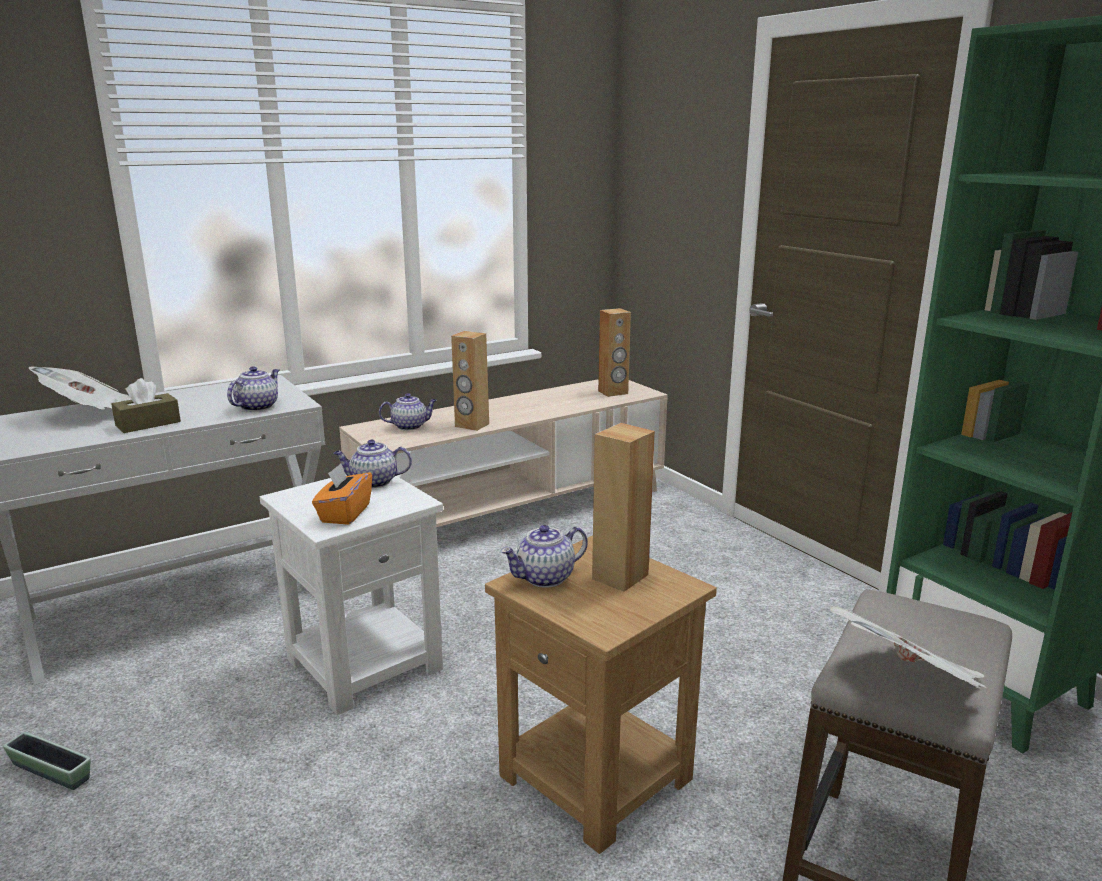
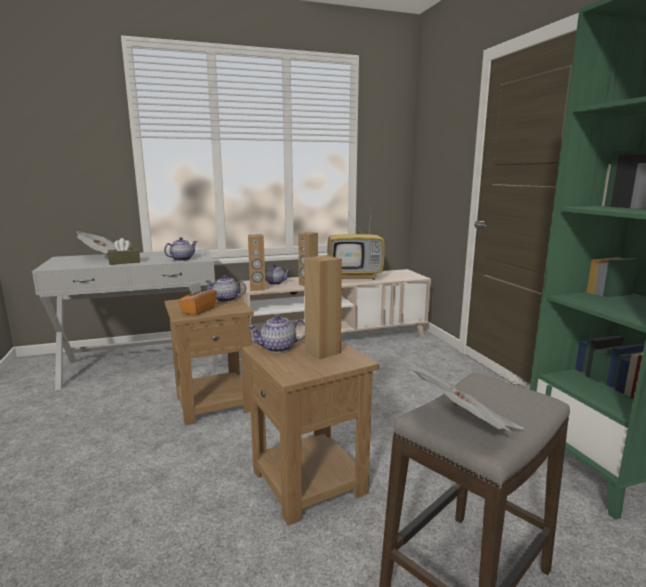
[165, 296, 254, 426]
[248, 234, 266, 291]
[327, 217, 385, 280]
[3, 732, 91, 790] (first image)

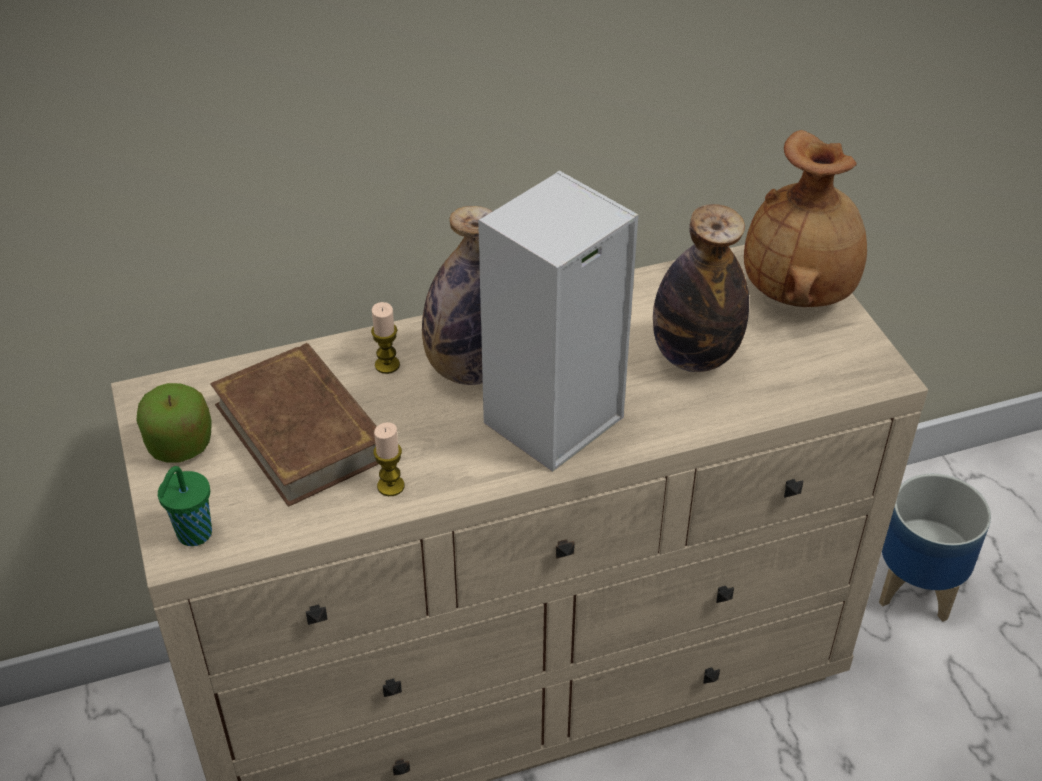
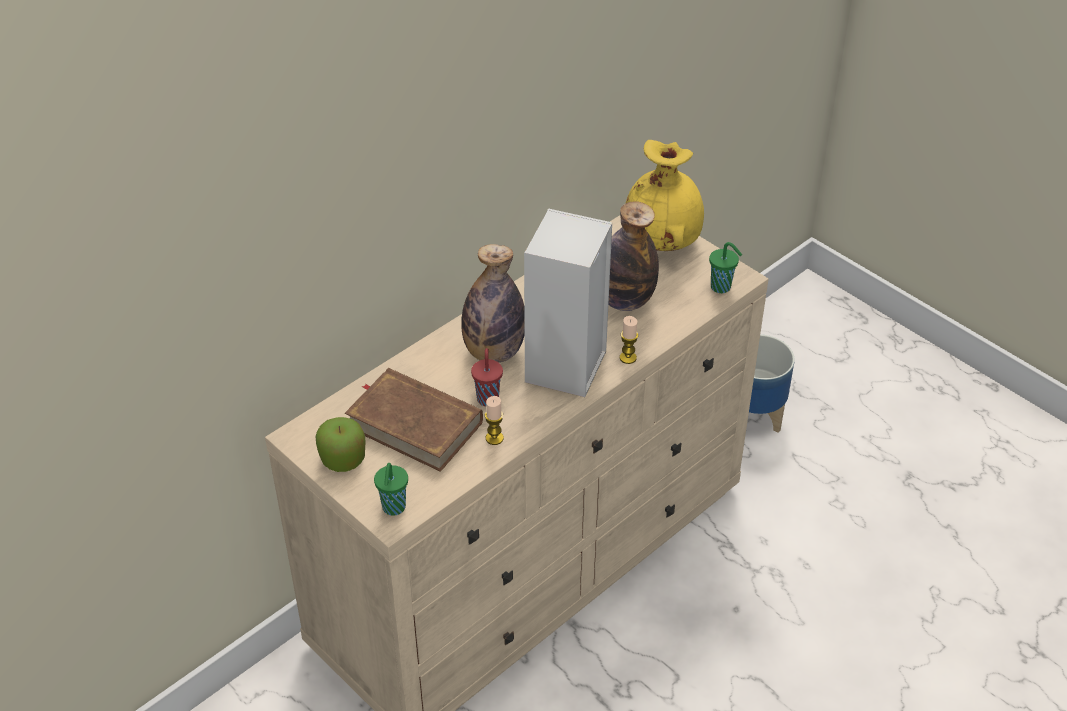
[471, 348, 503, 406]
[620, 316, 638, 364]
[625, 140, 704, 251]
[709, 242, 742, 293]

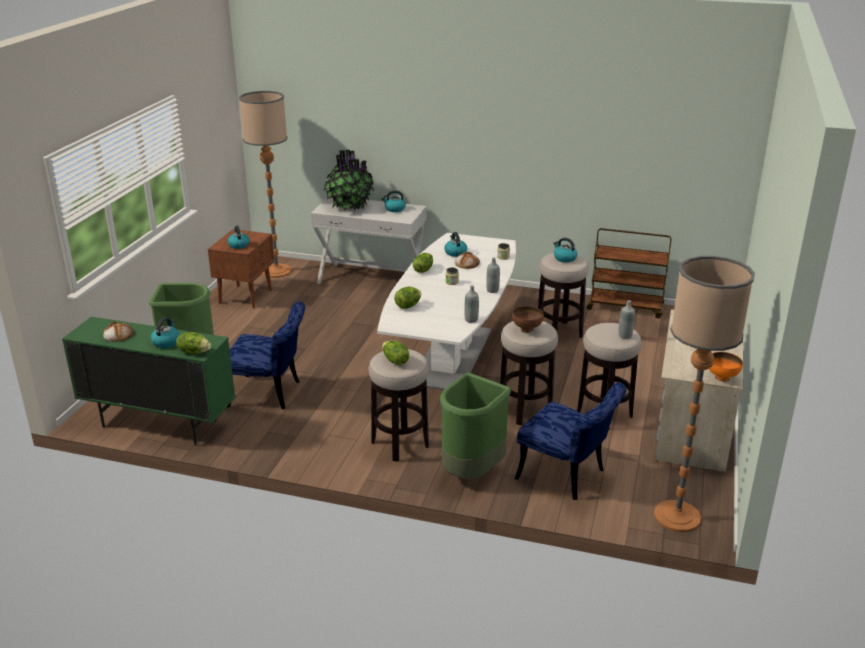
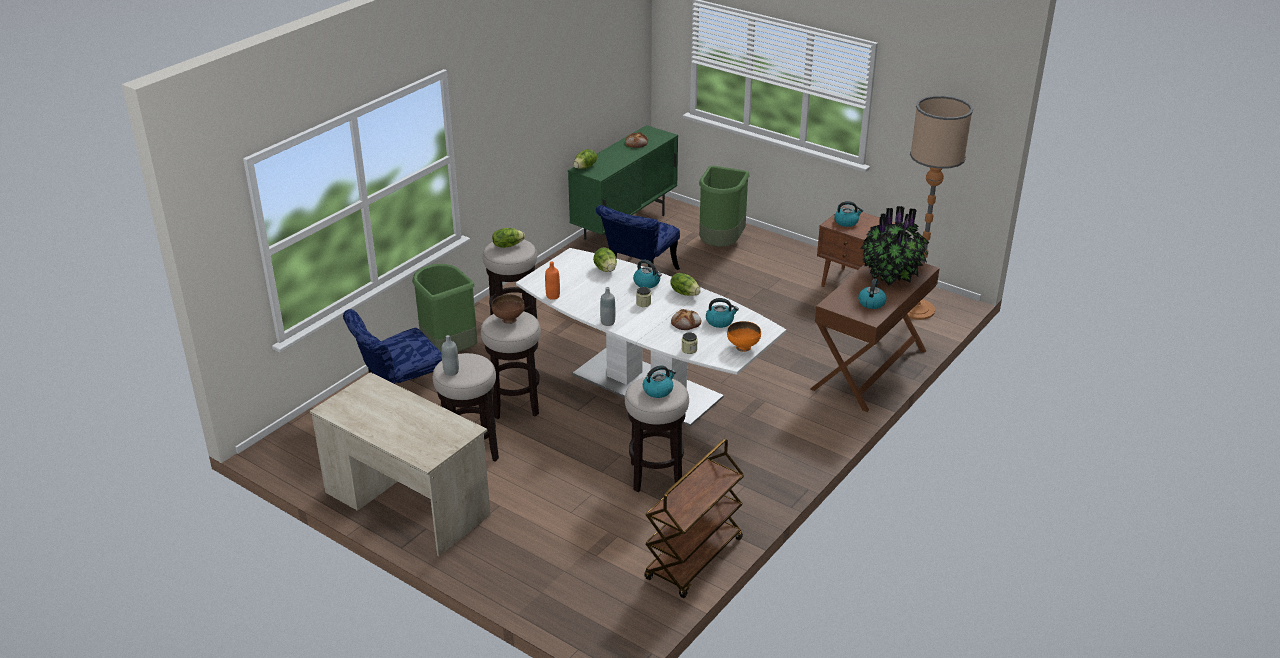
[545, 261, 560, 300]
[633, 260, 662, 288]
[727, 321, 761, 352]
[810, 262, 940, 412]
[654, 256, 755, 532] (first image)

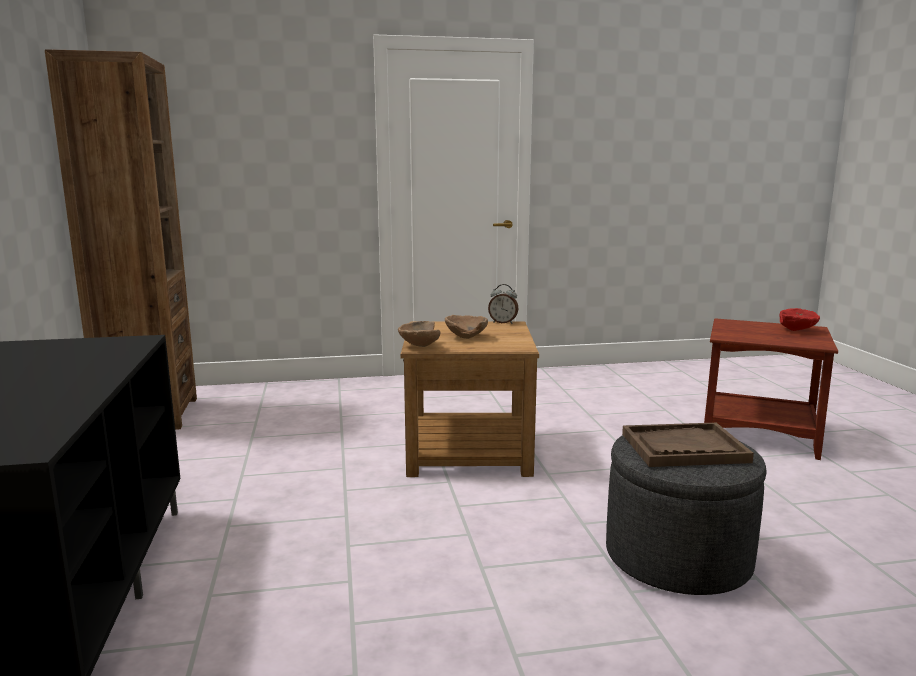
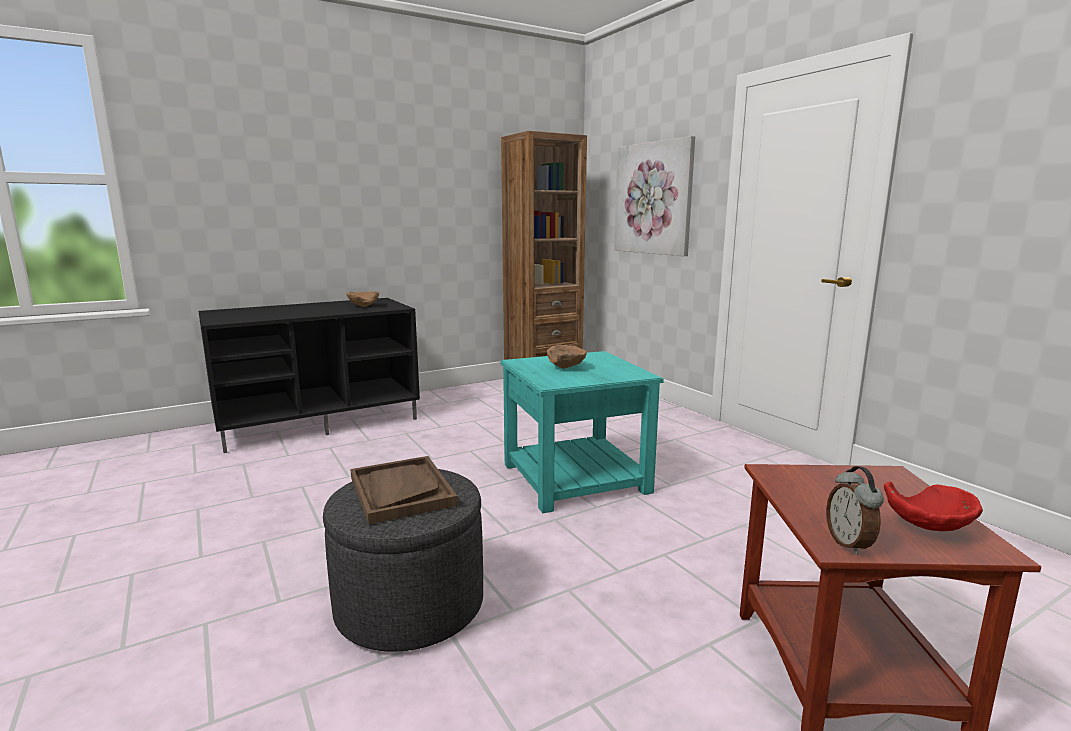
[347, 291, 379, 307]
[500, 351, 664, 513]
[614, 136, 695, 256]
[826, 466, 884, 555]

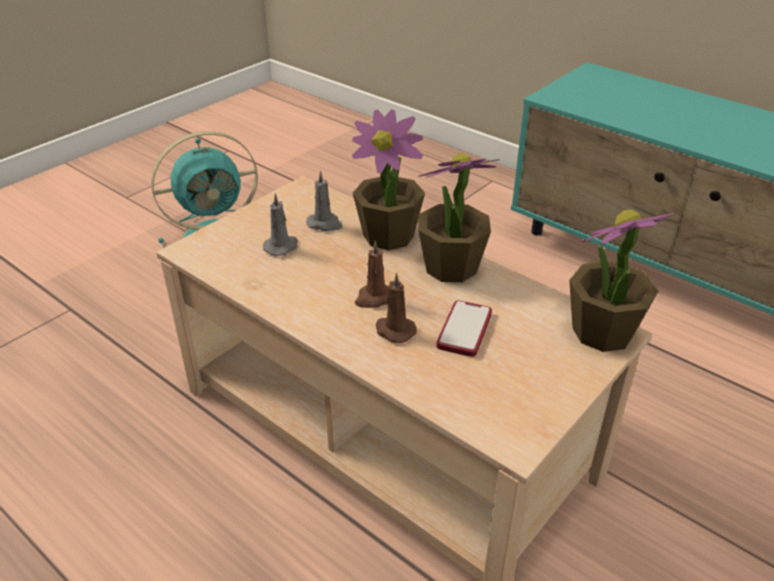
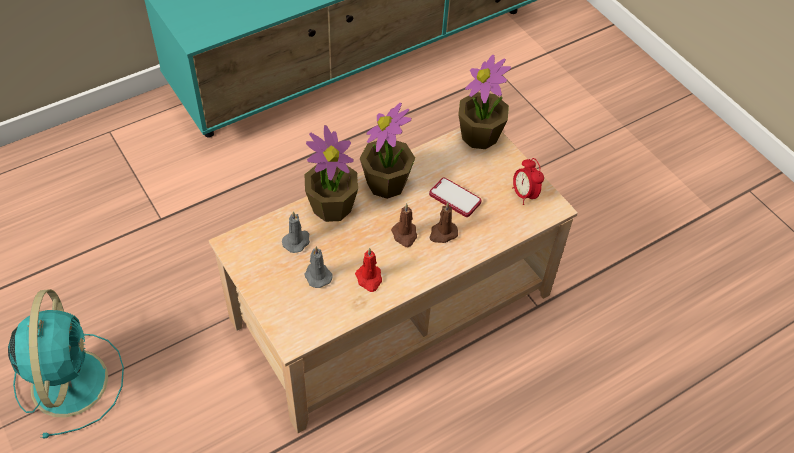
[355, 248, 382, 292]
[512, 158, 544, 205]

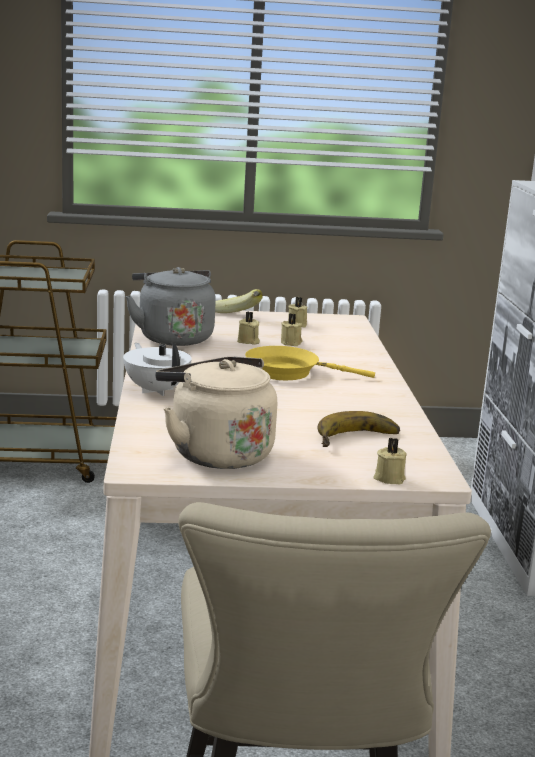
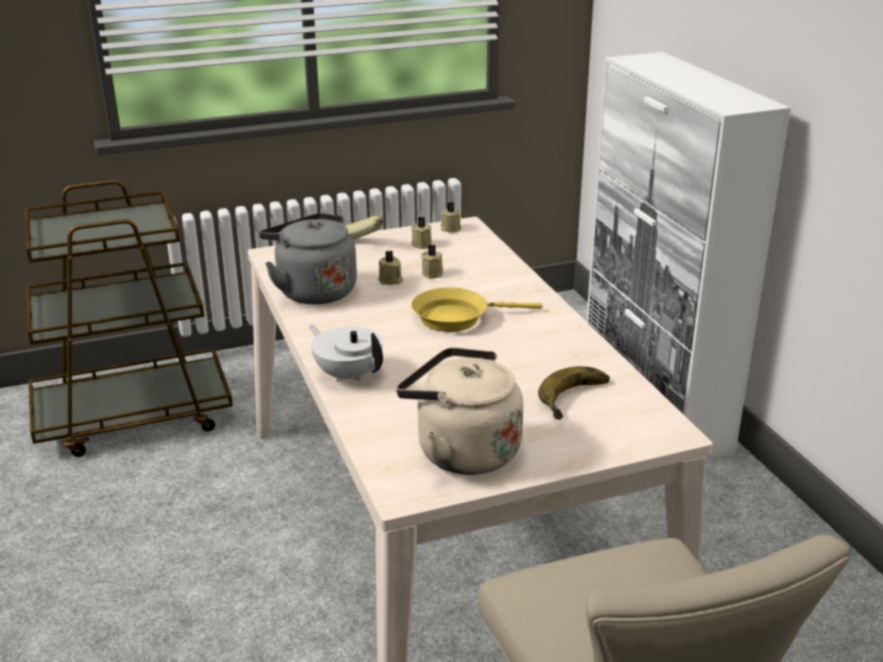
[441, 202, 461, 233]

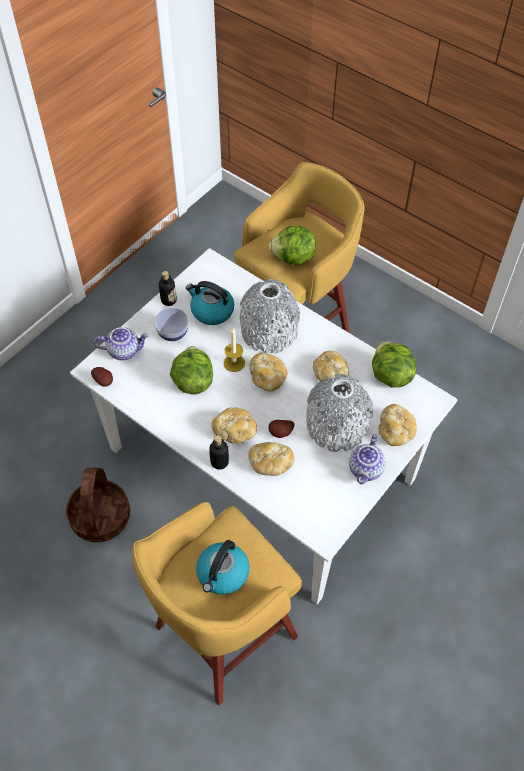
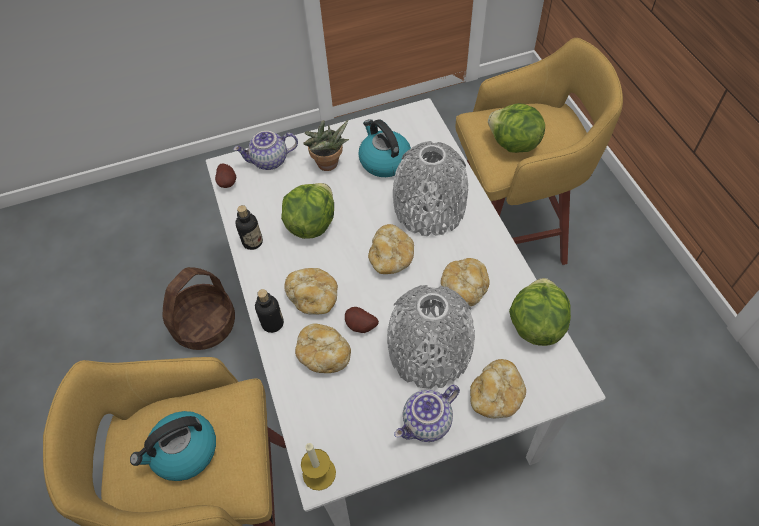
[233, 131, 298, 170]
[235, 205, 263, 250]
[301, 443, 336, 491]
[303, 120, 349, 171]

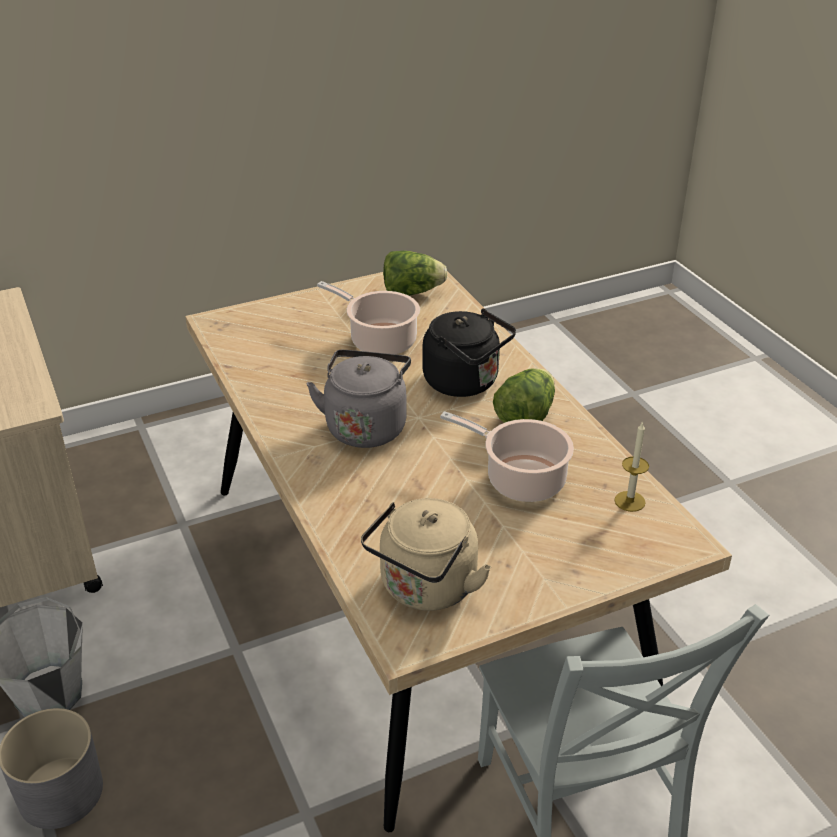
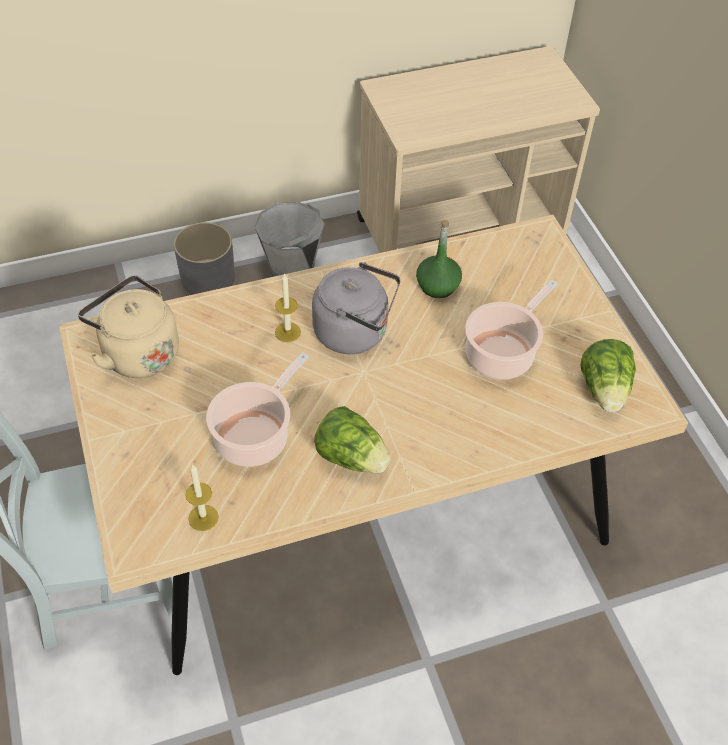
[275, 273, 301, 342]
[416, 220, 462, 298]
[422, 309, 516, 397] (first image)

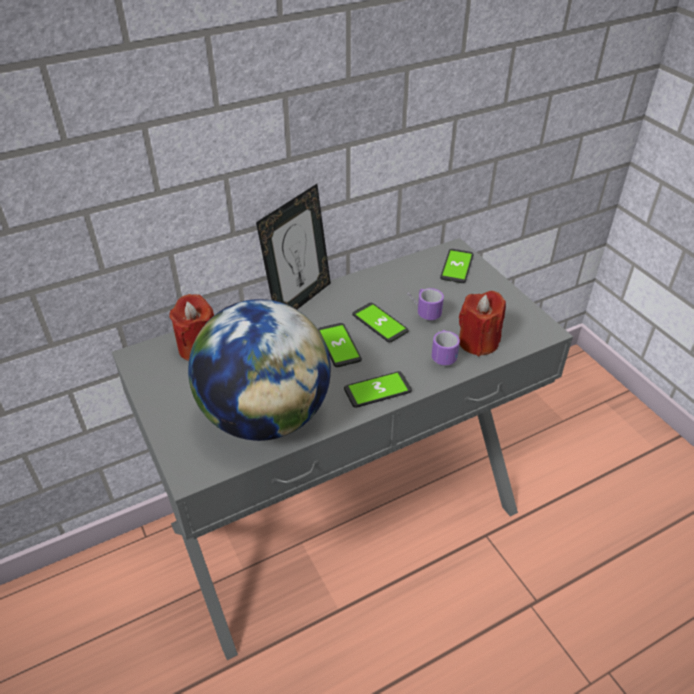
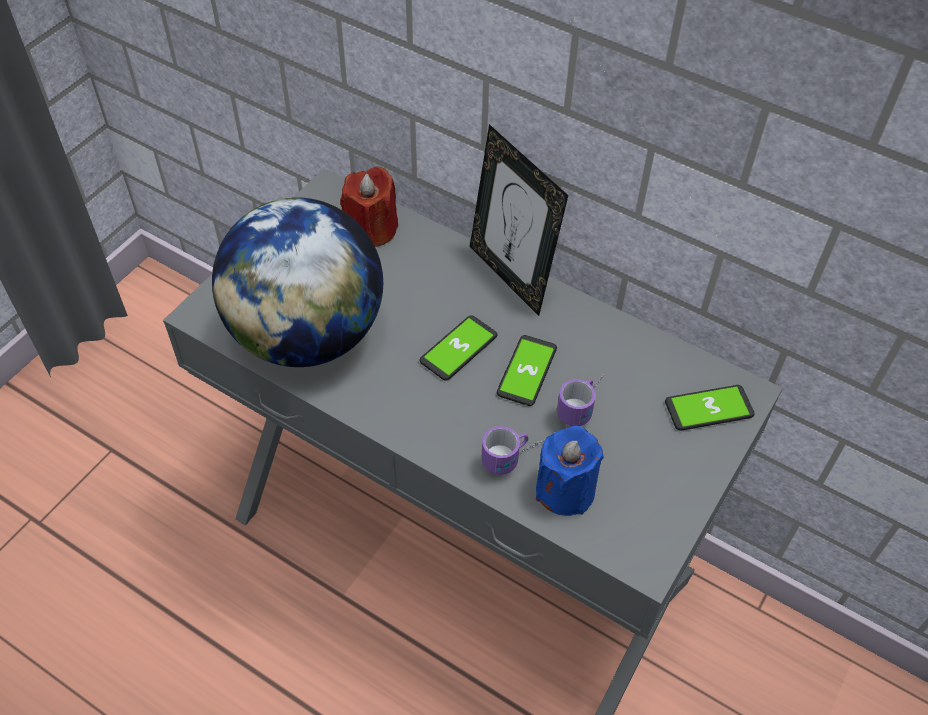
[470, 124, 568, 316]
[536, 425, 604, 516]
[344, 371, 412, 408] (first image)

